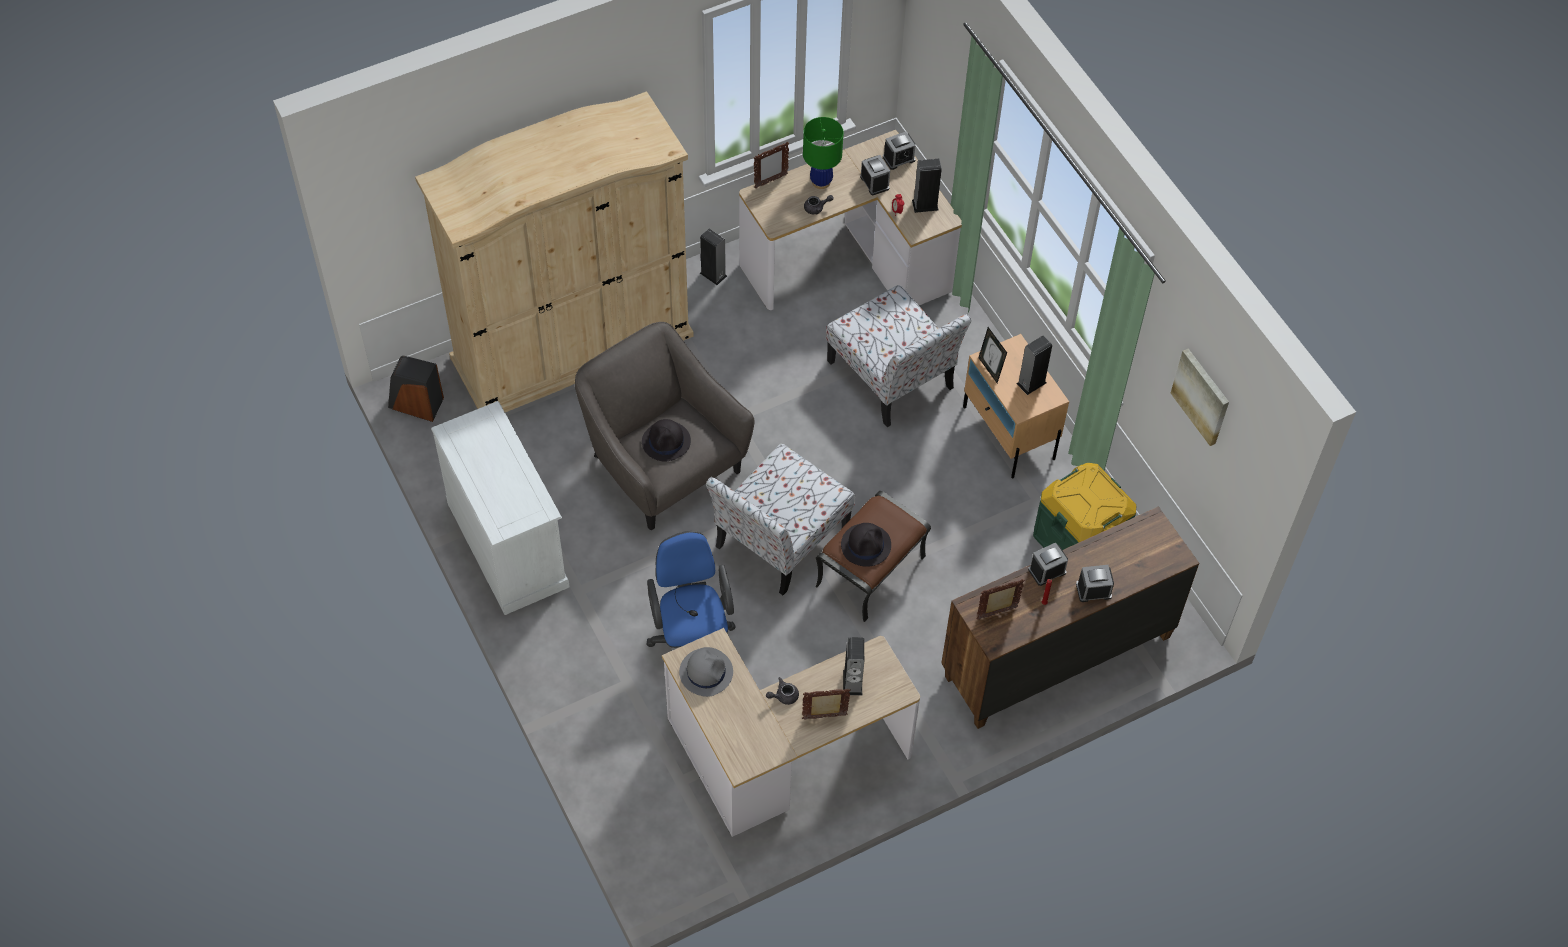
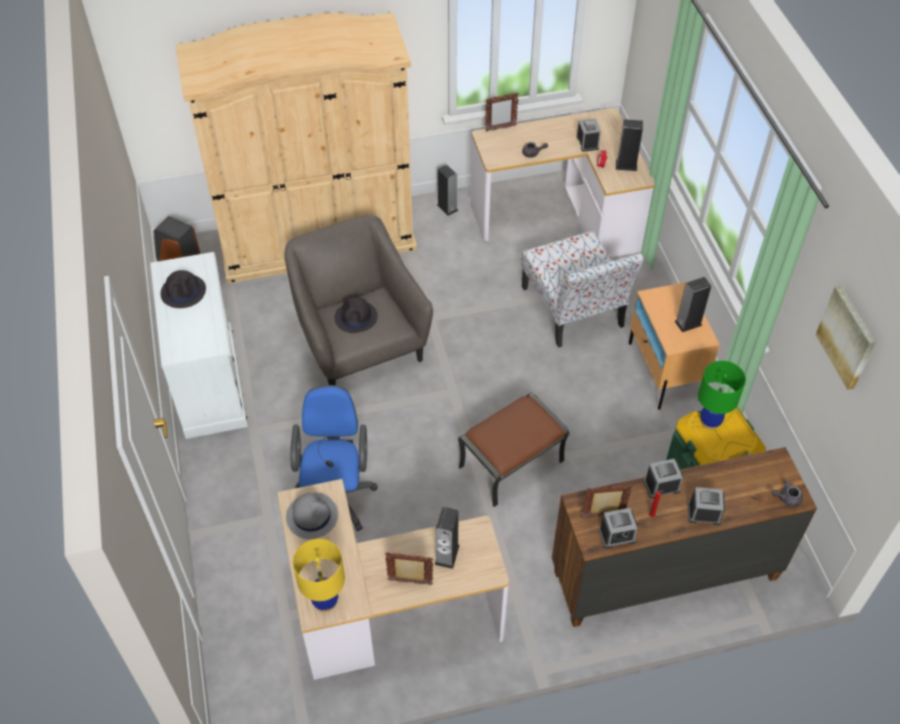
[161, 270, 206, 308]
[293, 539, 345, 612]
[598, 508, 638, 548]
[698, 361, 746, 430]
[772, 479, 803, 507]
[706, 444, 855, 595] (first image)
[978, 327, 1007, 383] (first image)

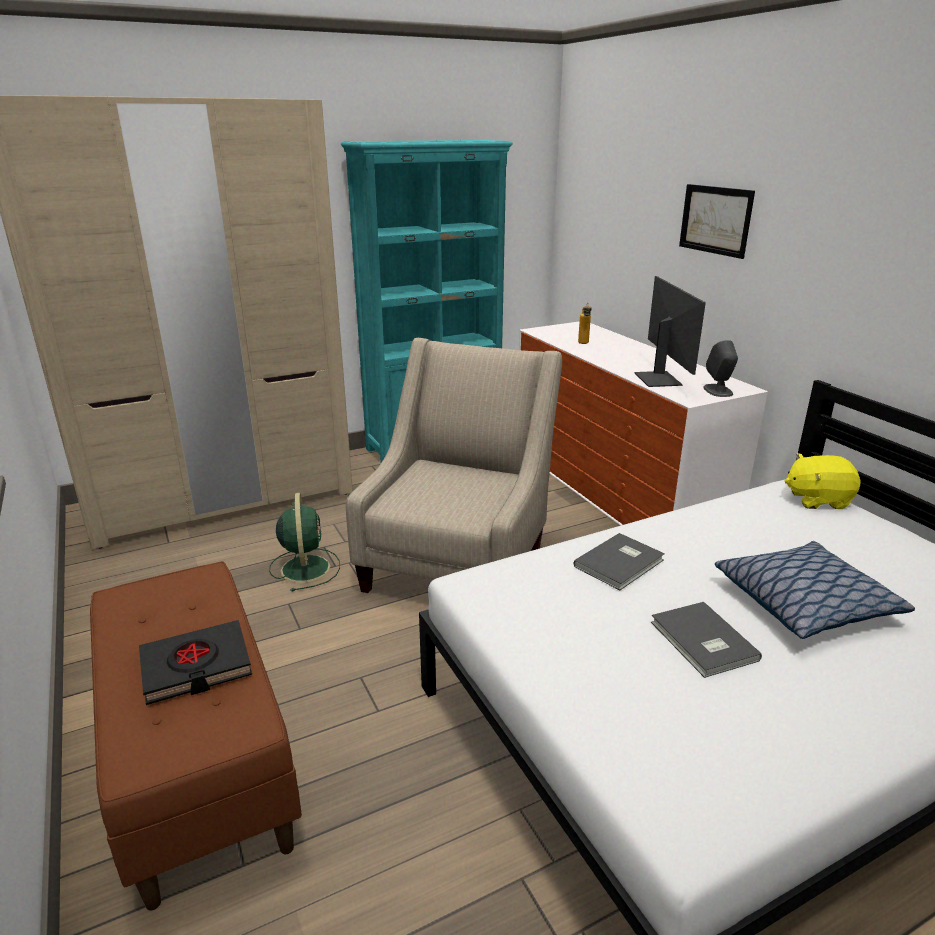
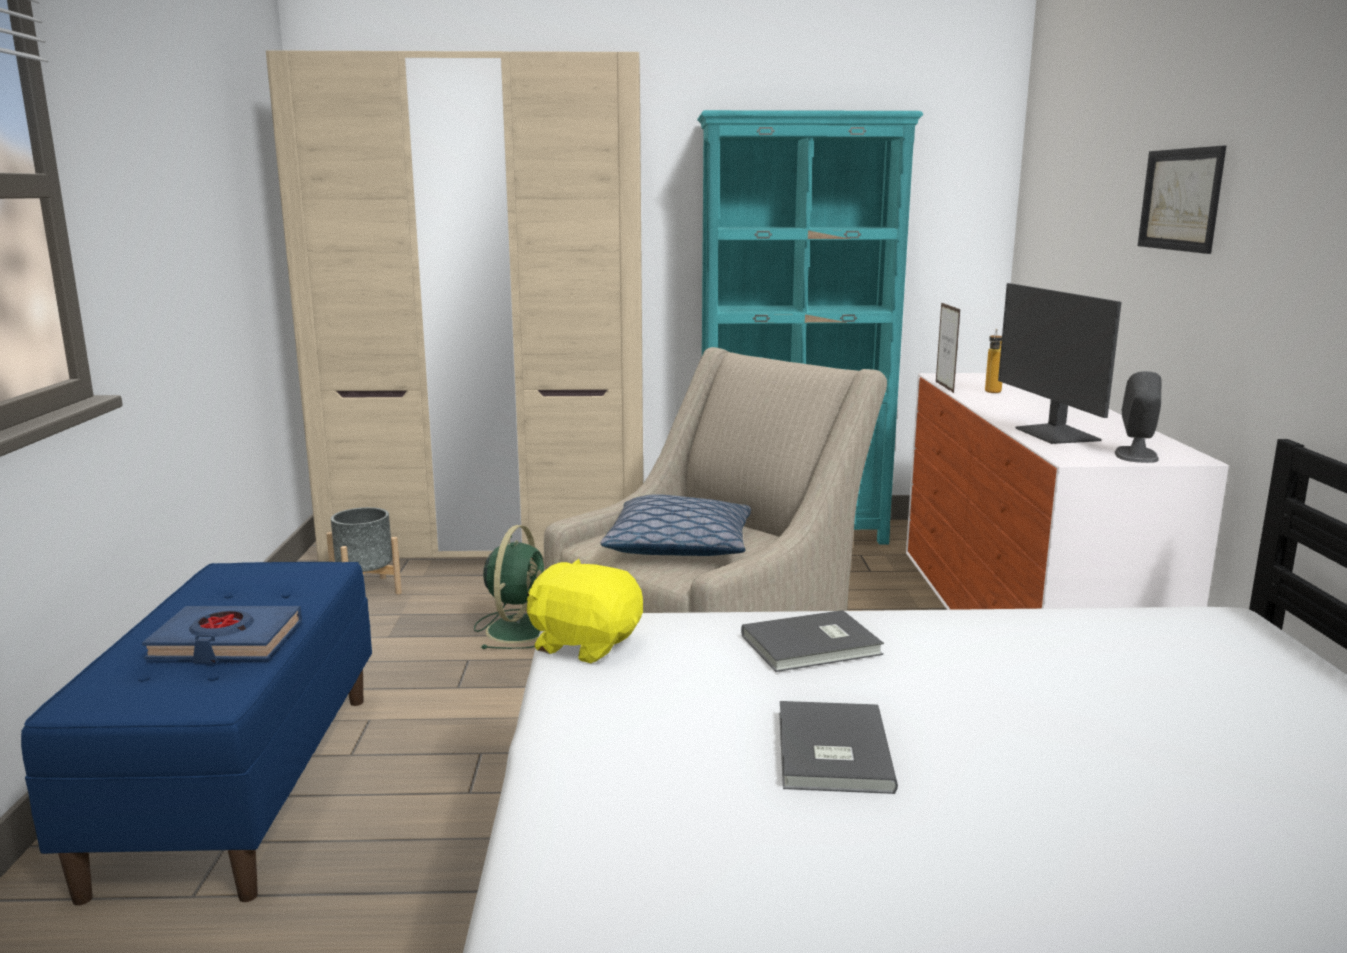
[21, 562, 372, 905]
[142, 606, 302, 663]
[326, 507, 402, 594]
[527, 559, 643, 663]
[600, 494, 751, 556]
[936, 303, 960, 393]
[998, 283, 1122, 444]

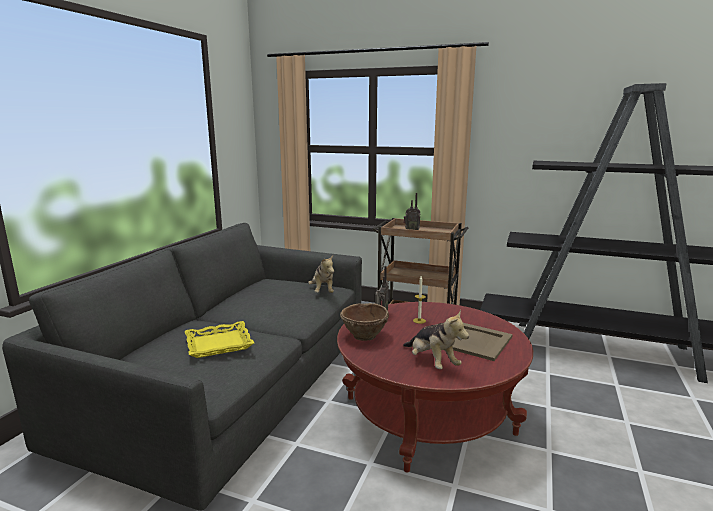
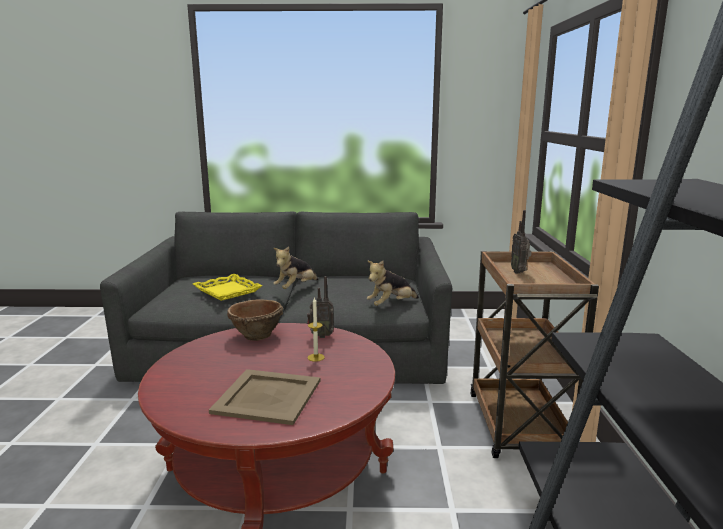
[273, 246, 318, 289]

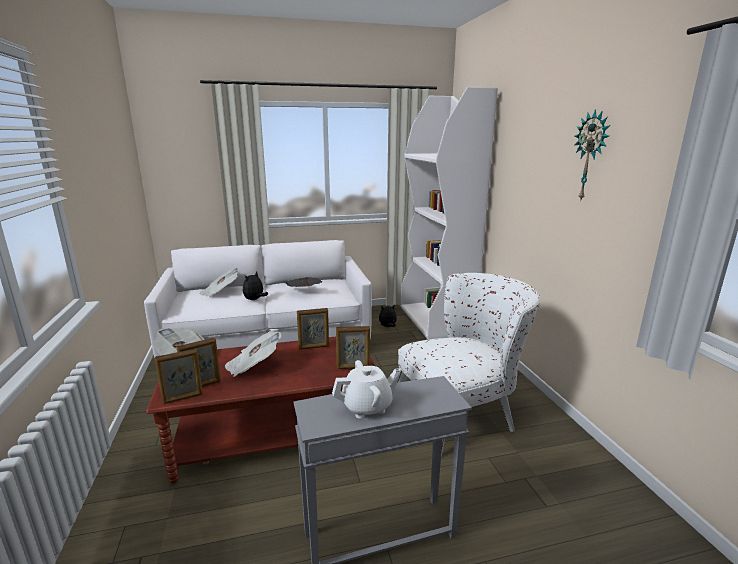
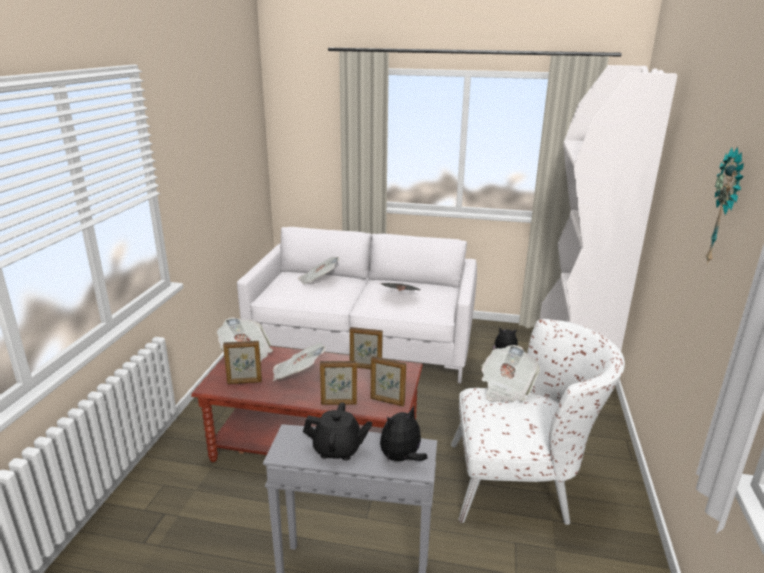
[303, 402, 372, 461]
[320, 361, 357, 405]
[380, 406, 428, 463]
[481, 345, 540, 402]

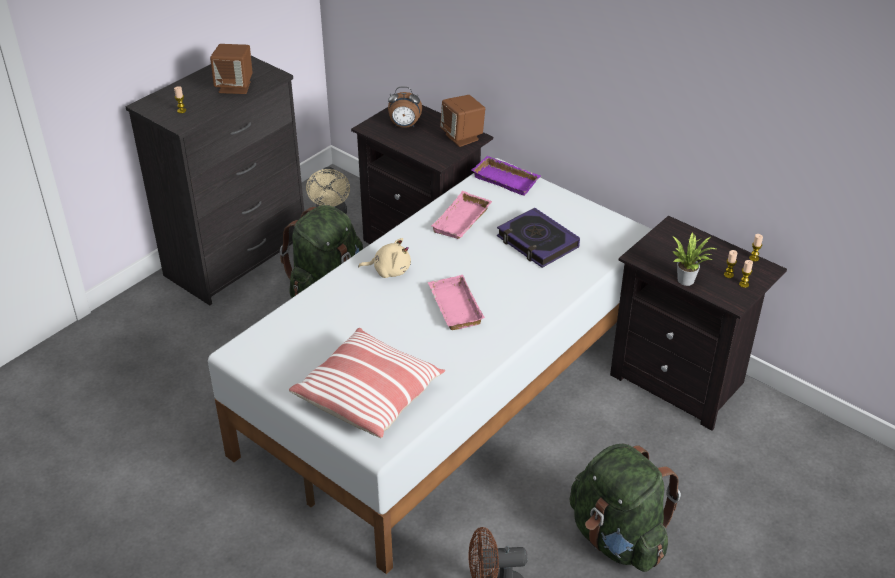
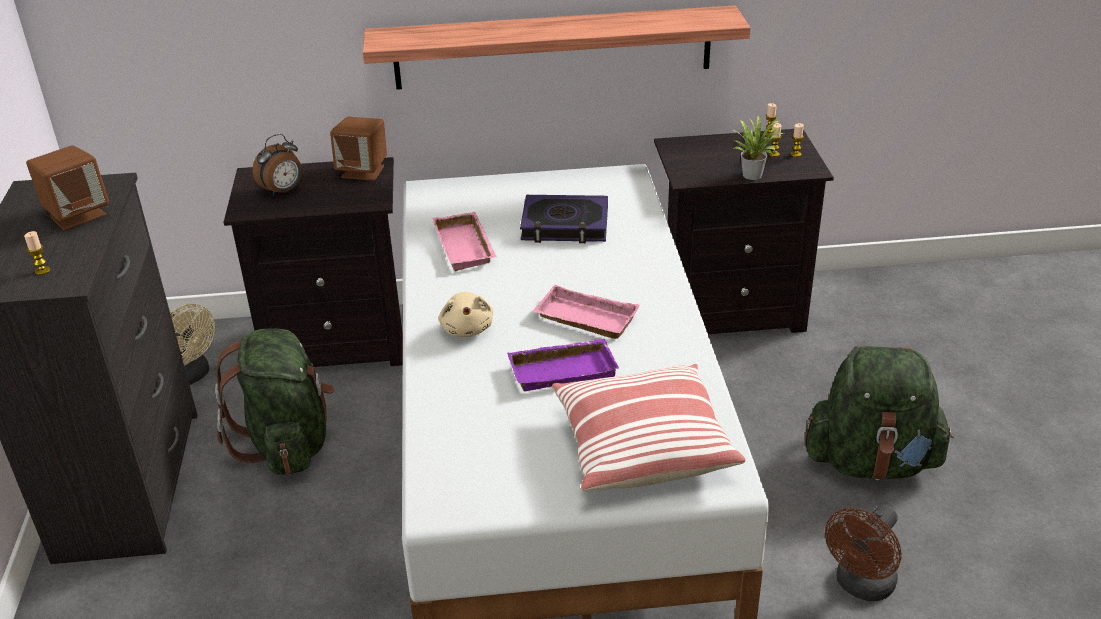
[363, 5, 750, 90]
[439, 292, 493, 337]
[507, 339, 619, 391]

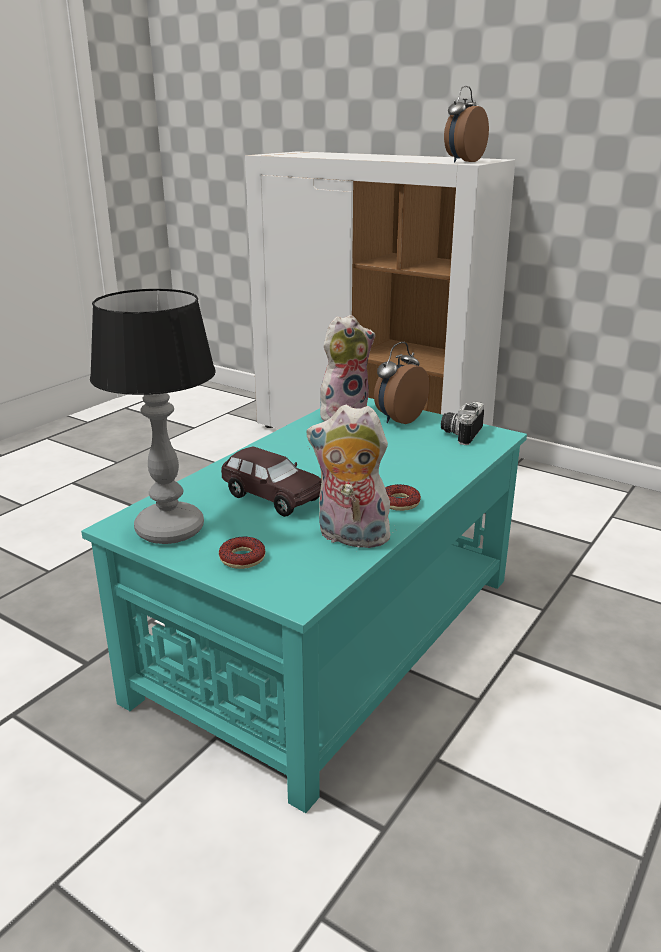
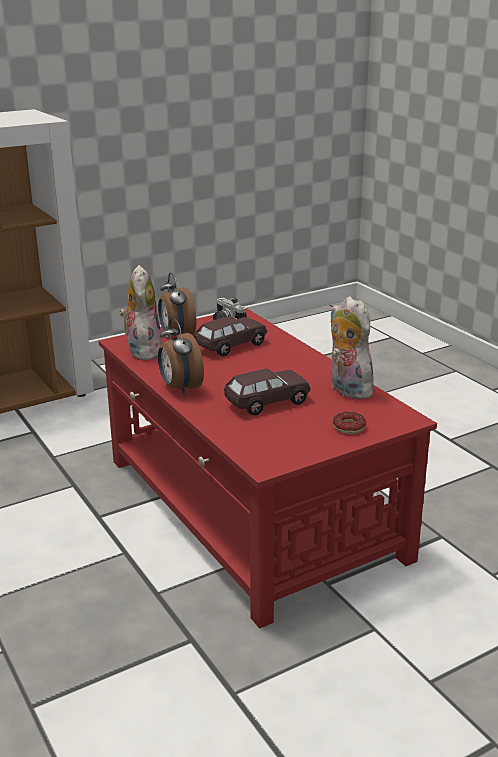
[99, 308, 437, 628]
[158, 317, 204, 394]
[194, 316, 267, 357]
[330, 297, 375, 399]
[90, 289, 216, 544] (first image)
[385, 484, 421, 511] (first image)

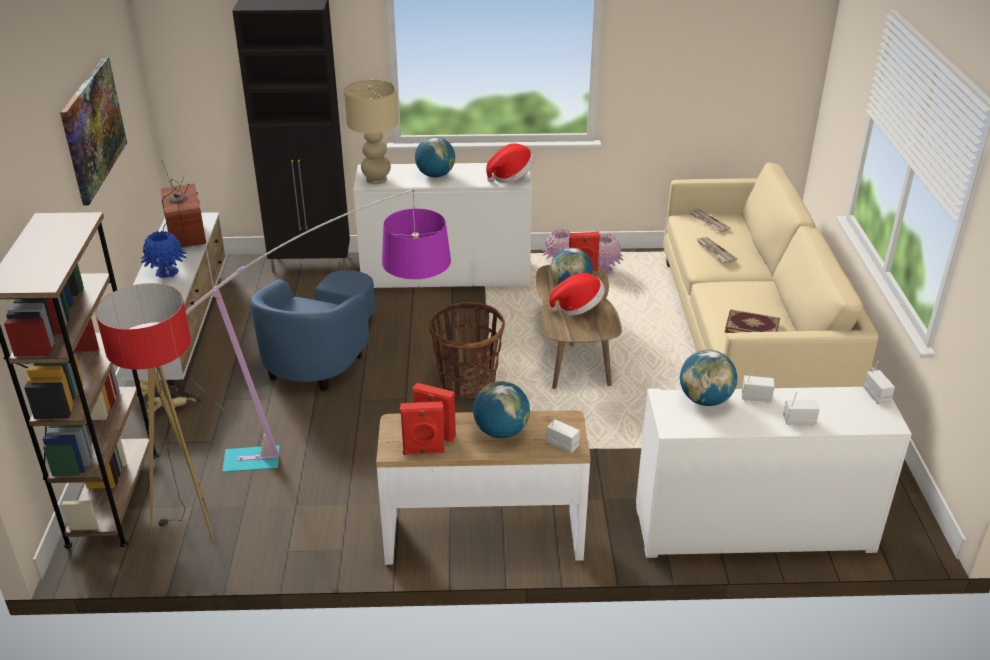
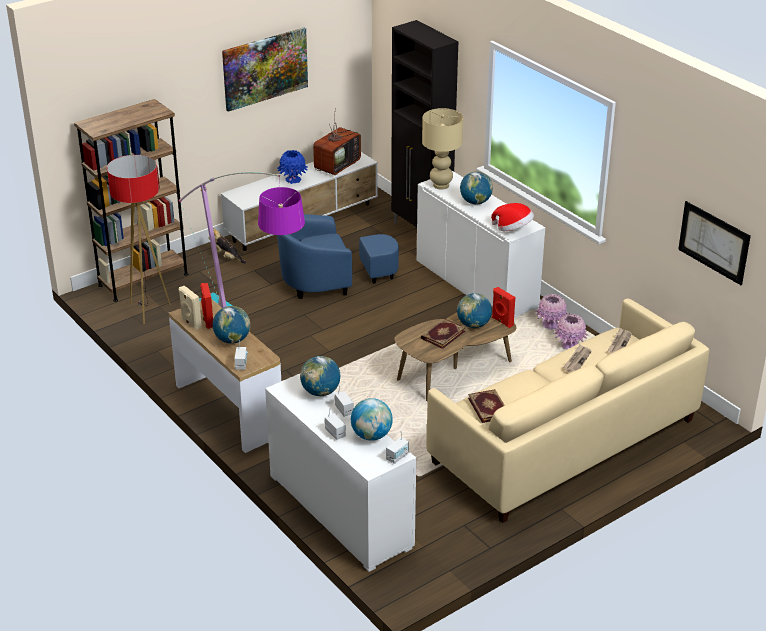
[179, 286, 202, 330]
[351, 398, 393, 441]
[421, 318, 465, 349]
[678, 201, 751, 285]
[429, 302, 505, 398] (first image)

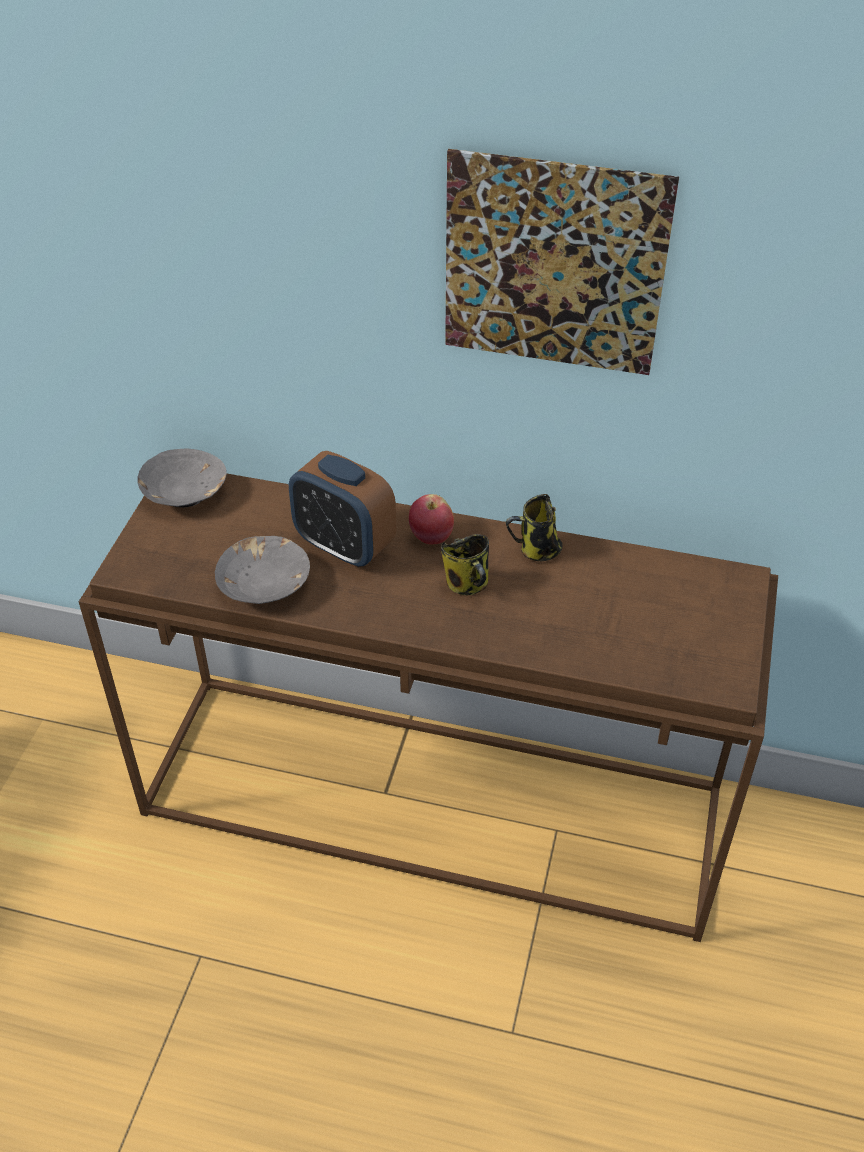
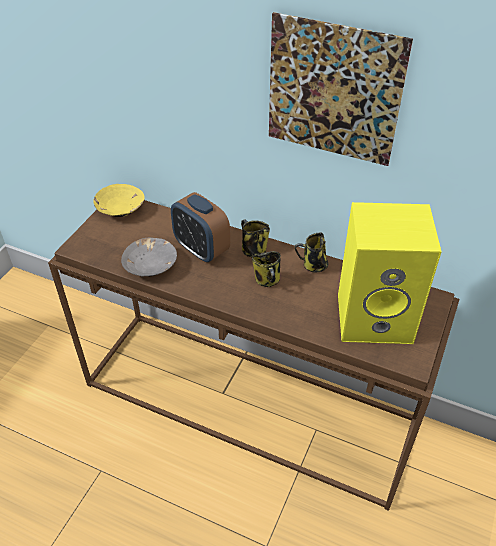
[94, 184, 145, 217]
[241, 219, 270, 257]
[338, 202, 442, 344]

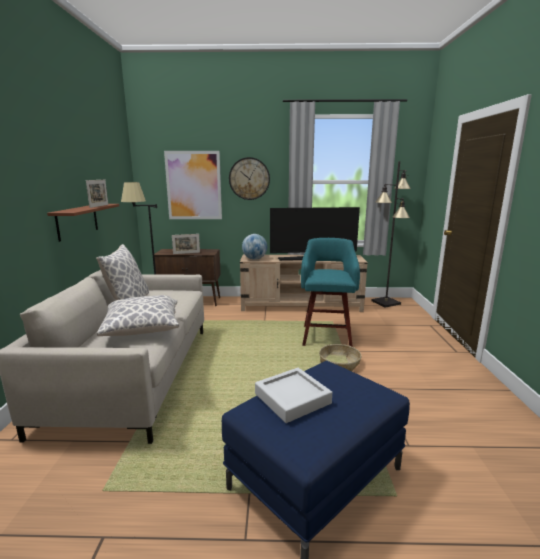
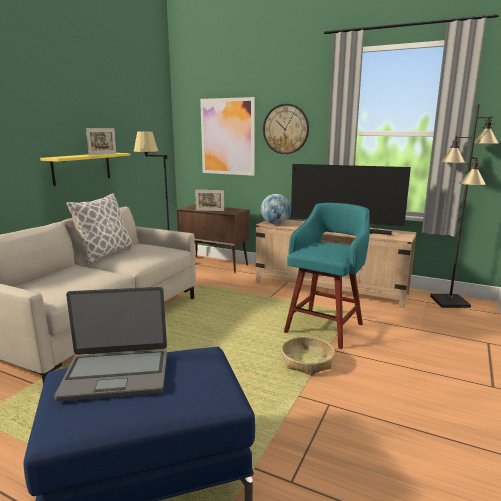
[40, 153, 130, 186]
[54, 287, 167, 401]
[97, 295, 179, 336] (first image)

